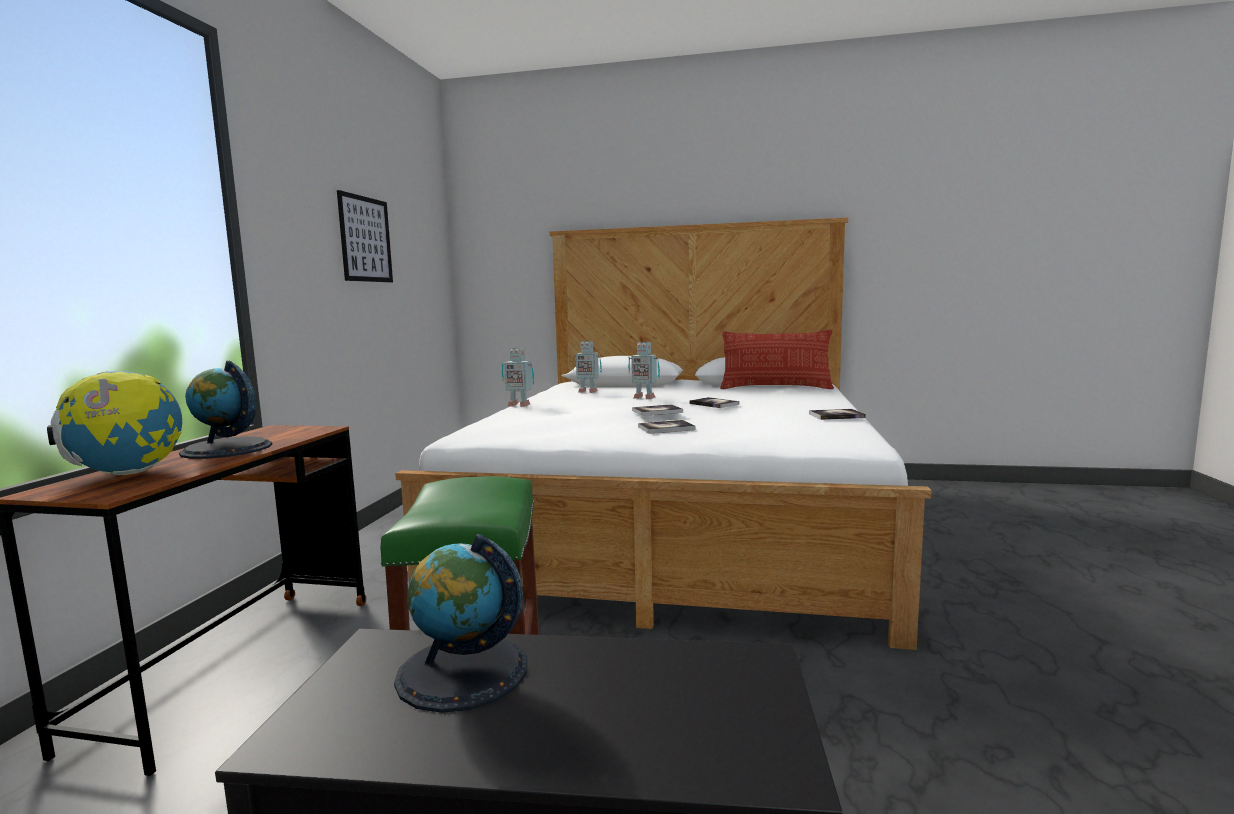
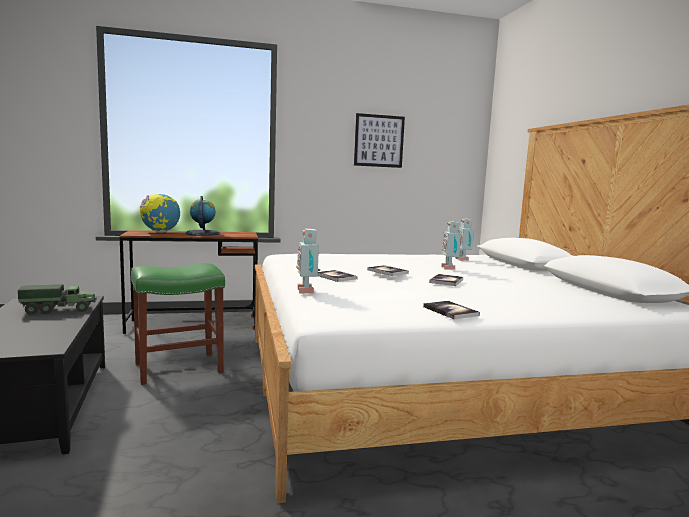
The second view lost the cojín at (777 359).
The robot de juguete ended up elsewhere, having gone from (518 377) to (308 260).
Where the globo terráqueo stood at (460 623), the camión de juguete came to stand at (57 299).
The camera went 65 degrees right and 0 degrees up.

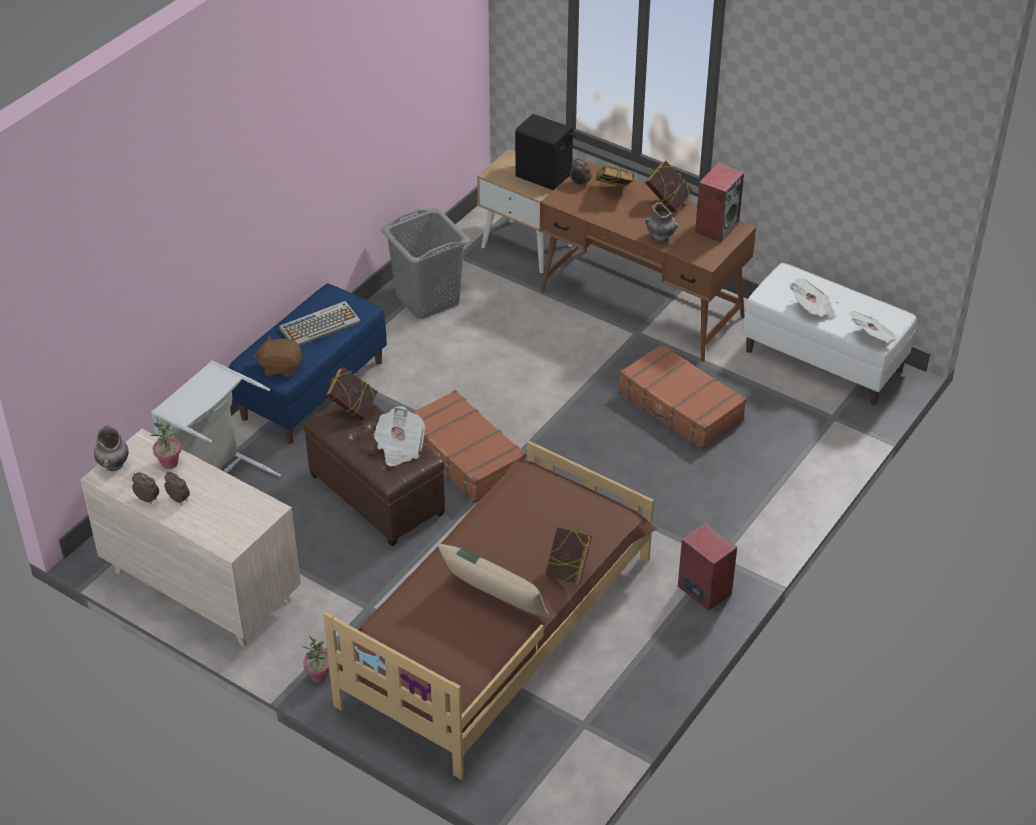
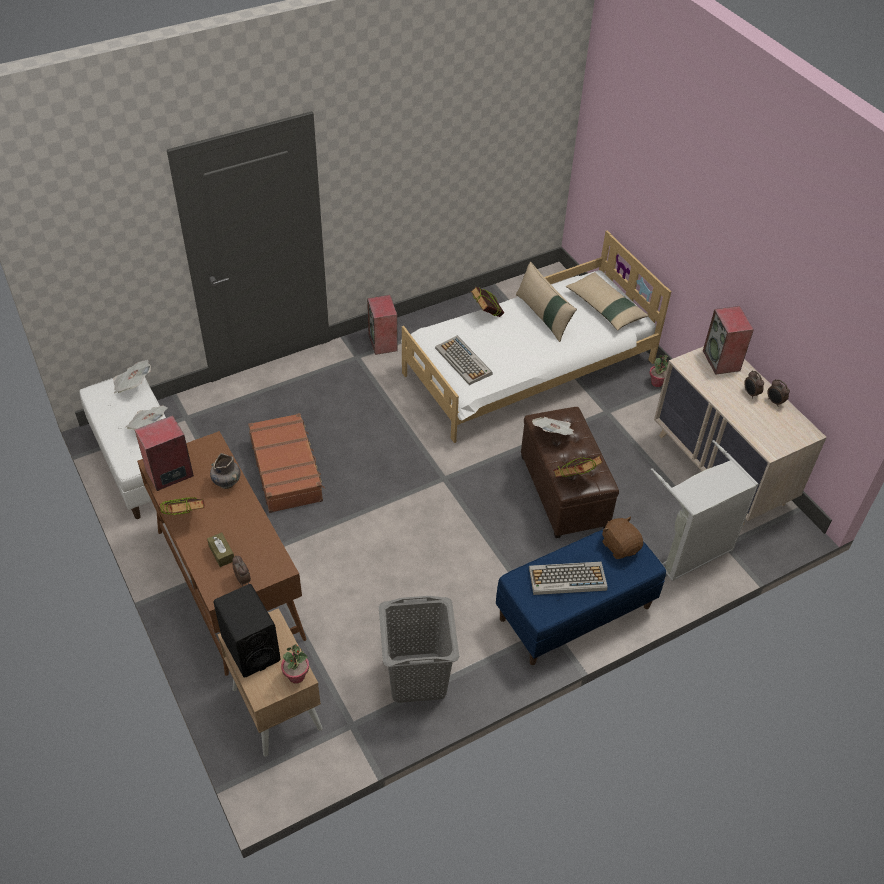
The second view lost the florero (gris) at (111 448).
The second view lost the maleta (marrón) at (469 446).
The second view gained the teclado at (463 360).
The second view gained the cojín (beis) at (607 301).
The second view gained the altavoz at (728 340).
The planta en maceta ended up elsewhere, having gone from (165 446) to (295 664).
Where the libro stood at (614 176), the caja de pañuelos (marrón) came to stand at (220 549).
What was the cama (marrón) at (490 610) turned into the cama (blanco) at (536 336).
The peluche (marrón) at (278 356) ended up facing another way, 150 degrees counterclockwise from before.
The camera went 155 degrees left and 5 degrees up.

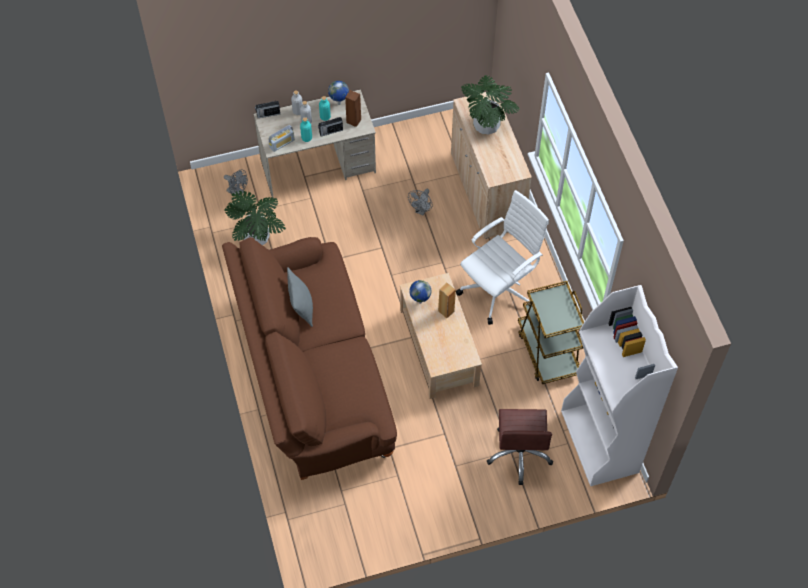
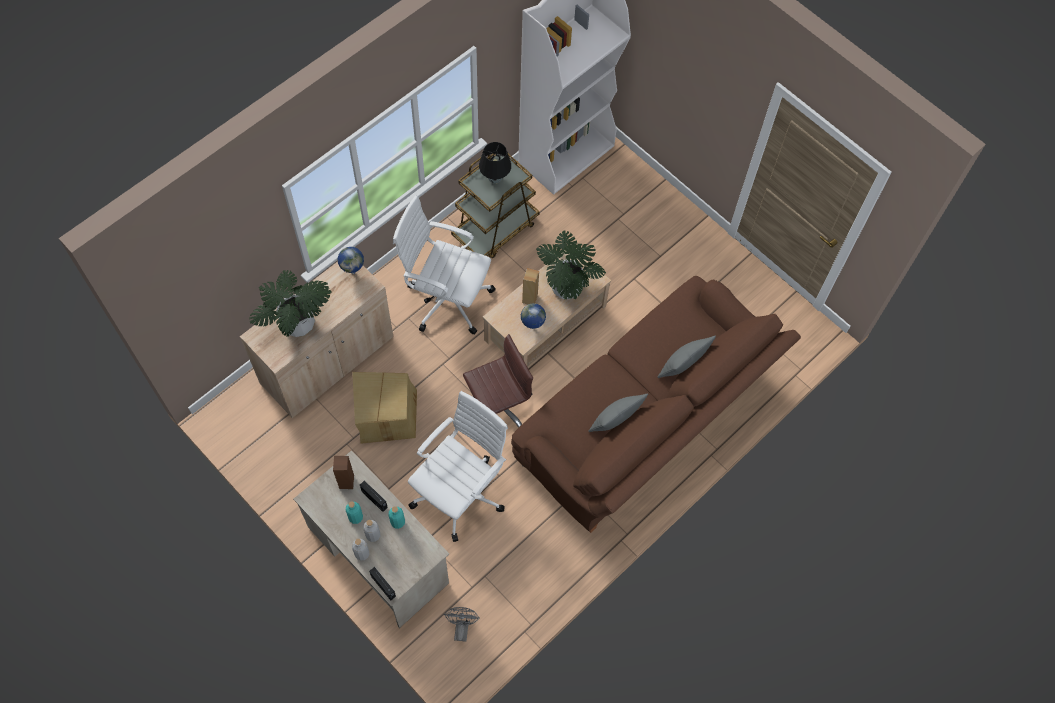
The second view lost the radio at (281 138).
The second view gained the silla de oficina (blanco) at (458 466).
The second view gained the lámpara de mesa (negro) at (495 163).
The second view gained the cojín (gris) at (687 357).
The planta en maceta ended up elsewhere, having gone from (255 218) to (571 265).
The globo terráqueo ended up elsewhere, having gone from (338 93) to (351 260).
The silla de oficina (marrón) ended up elsewhere, having gone from (520 447) to (498 381).
Where the ventilador (gris) stood at (420 202), the caja de cartón came to stand at (384 408).
The camera went 120 degrees left and 5 degrees up.

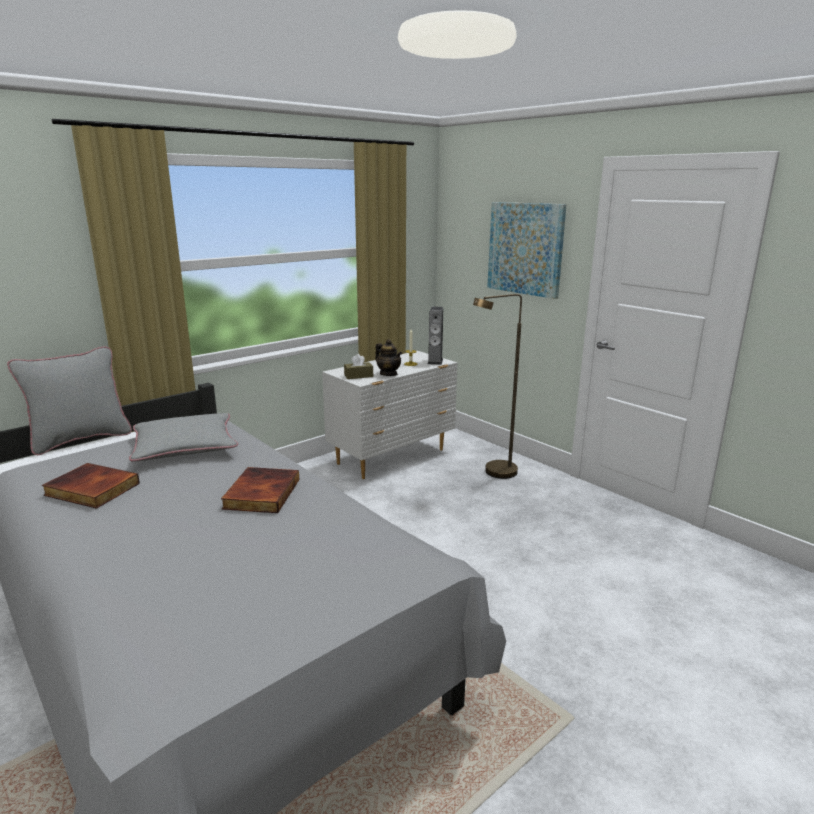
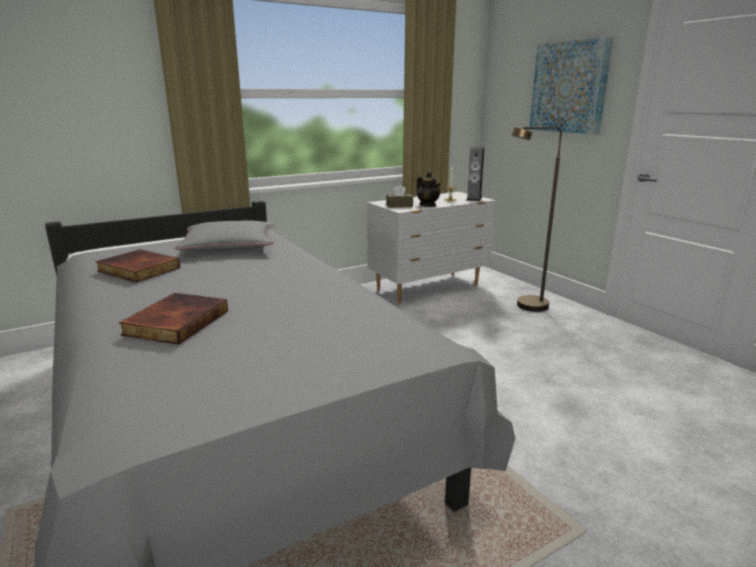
The second view lost the cojín (gris) at (69 400).
The libro ended up elsewhere, having gone from (260 490) to (173 318).
The camera went 10 degrees right and 0 degrees up.

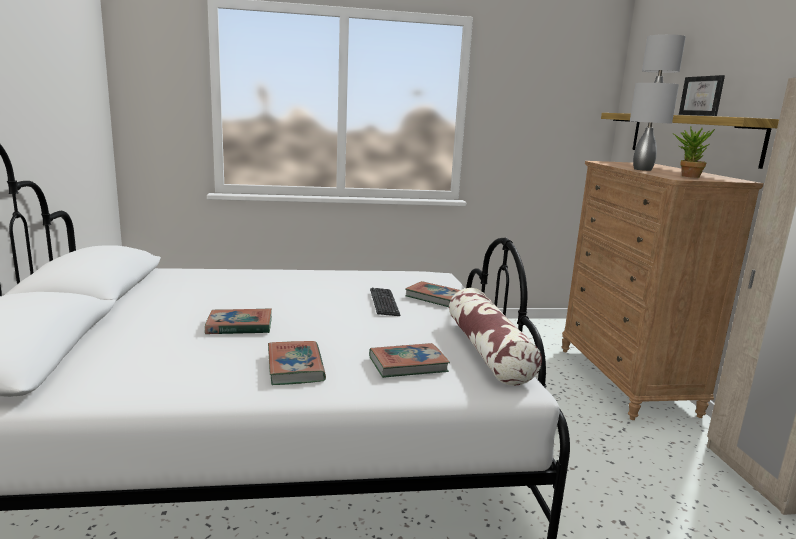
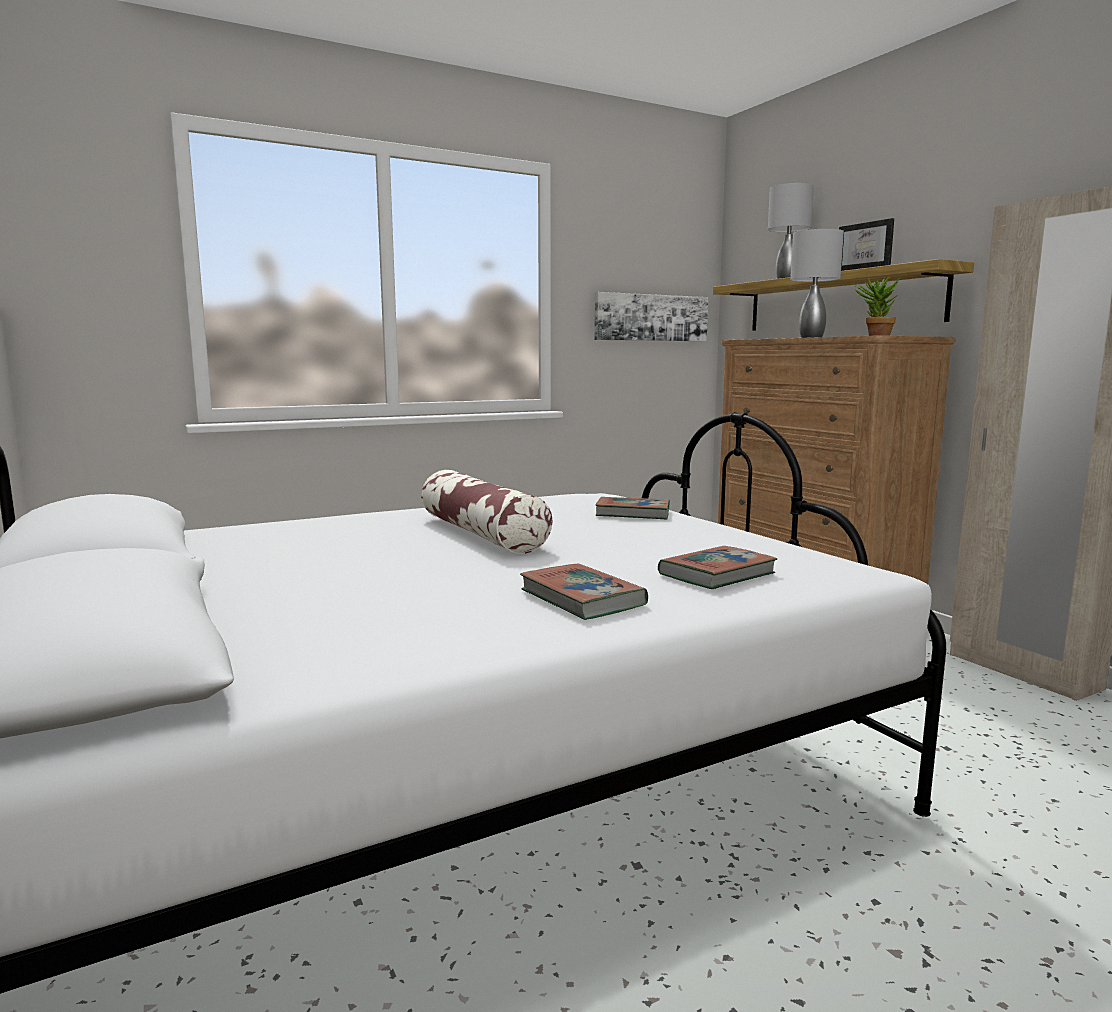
The second view lost the libro at (238 321).
The second view lost the teclado at (385 302).
The second view gained the cuadro at (651 316).
The cojín ended up elsewhere, having gone from (495 337) to (487 512).
The camera went 20 degrees left and 5 degrees down.

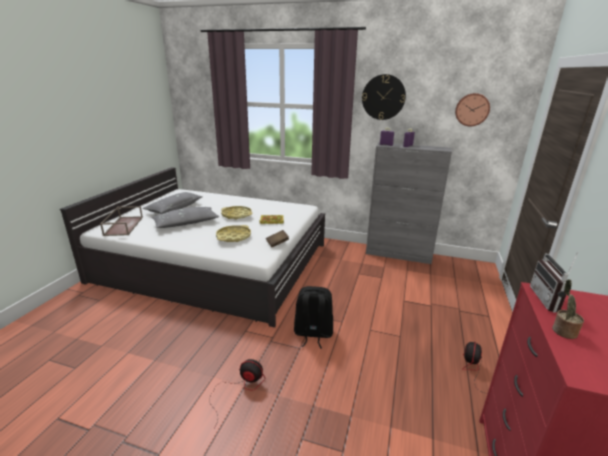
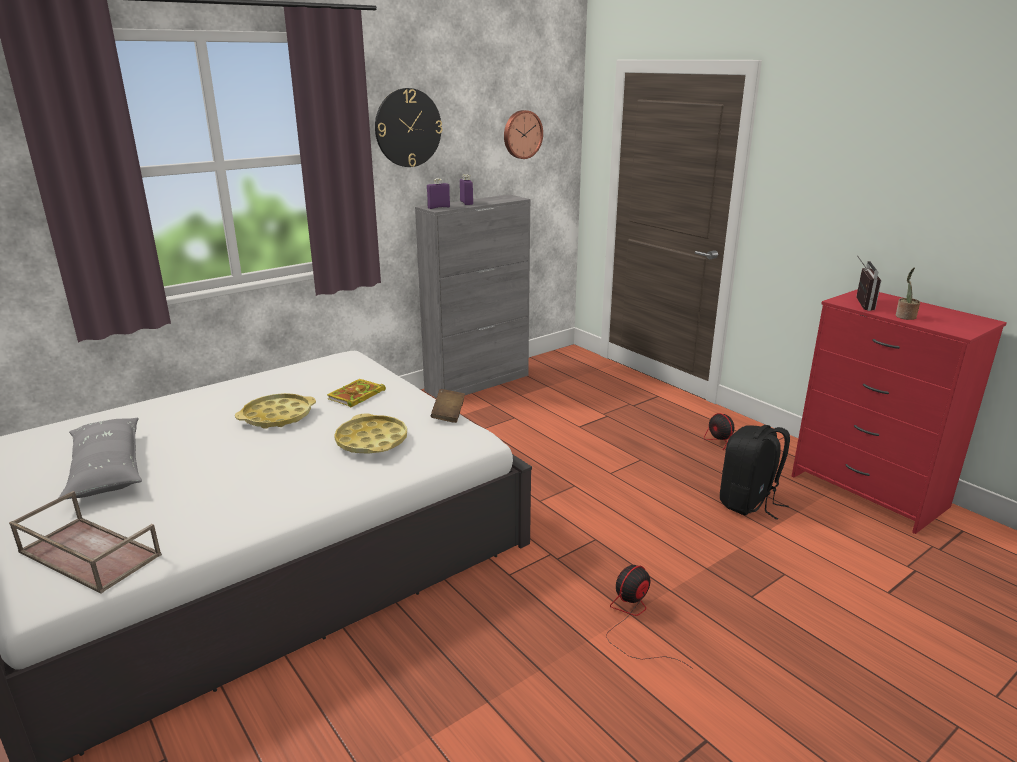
The second view lost the cojín (gris) at (185 217).
The mochila (negro) ended up elsewhere, having gone from (313 317) to (755 472).
The radio at (554 283) ended up facing another way, 120 degrees counterclockwise from before.
The camera went 55 degrees left and 0 degrees up.

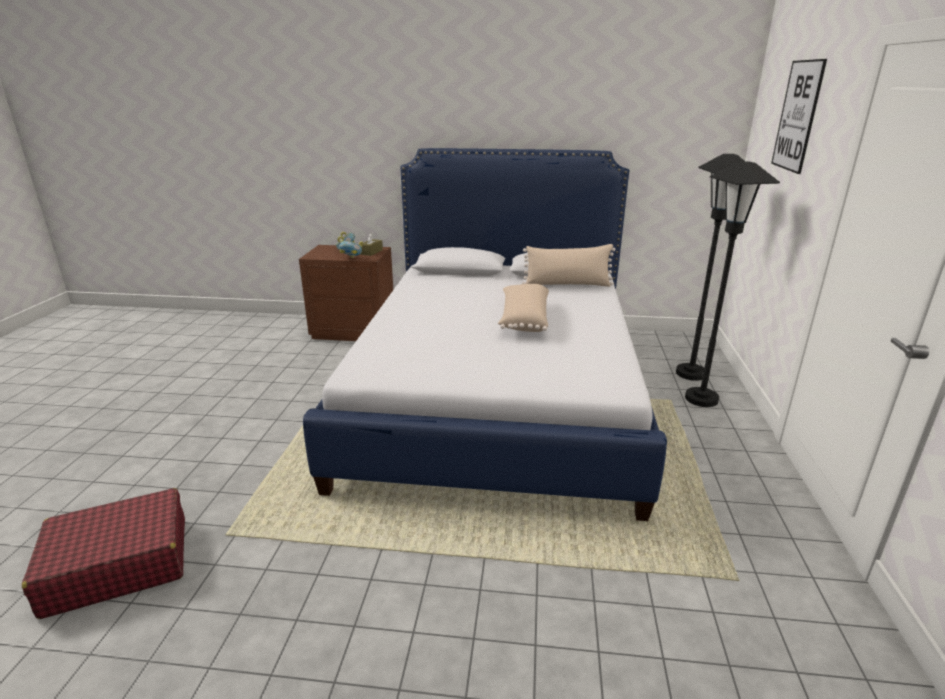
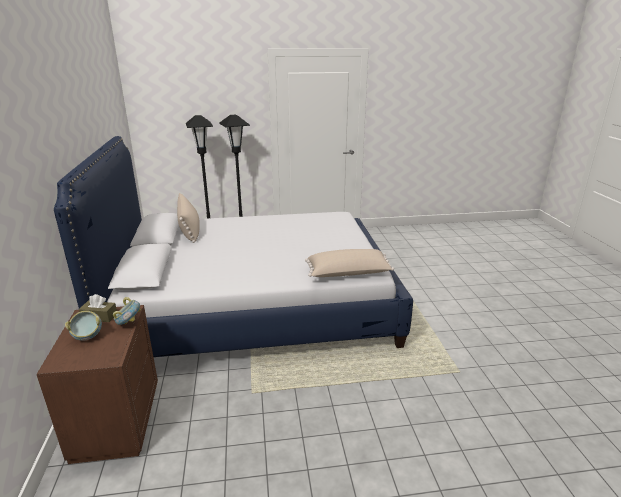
The second view lost the maleta (rojo) at (103 553).
The second view lost the cuadro at (799 116).
The cojín (beis) ended up elsewhere, having gone from (523 308) to (349 263).
The camera went 105 degrees left and 0 degrees up.

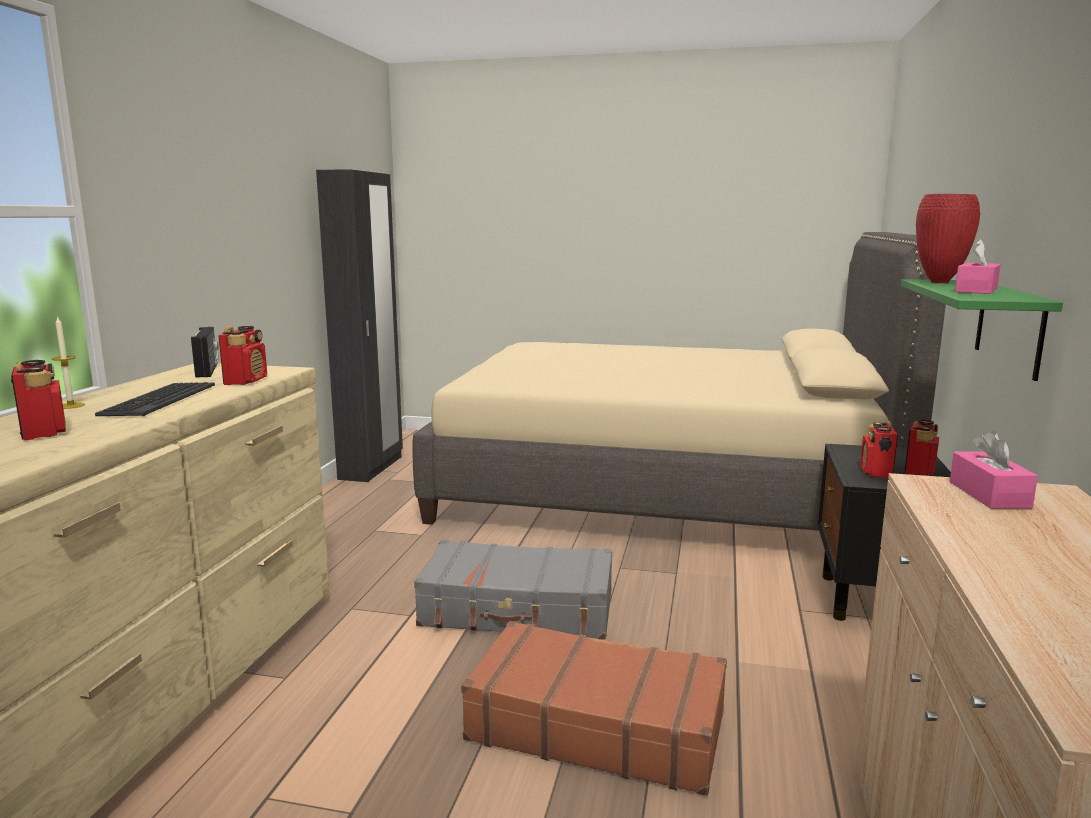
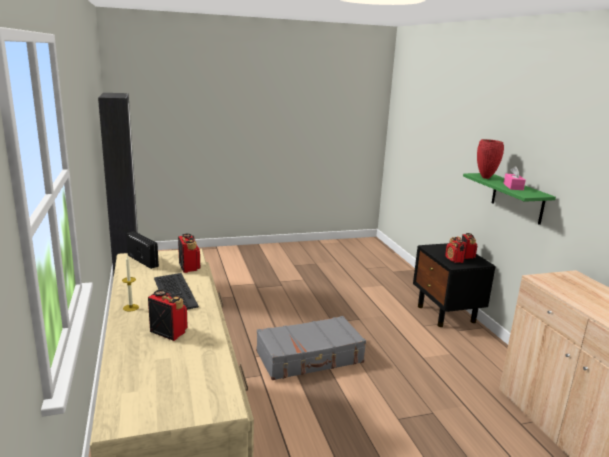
The second view lost the cama (beis) at (679 381).
The second view lost the maleta (marrón) at (594 708).
The second view lost the caja de pañuelos (rosa) at (994 470).
The camera went 30 degrees left and 5 degrees up.

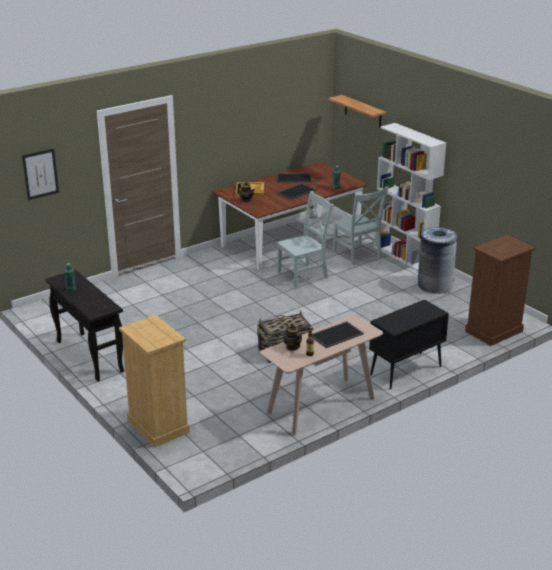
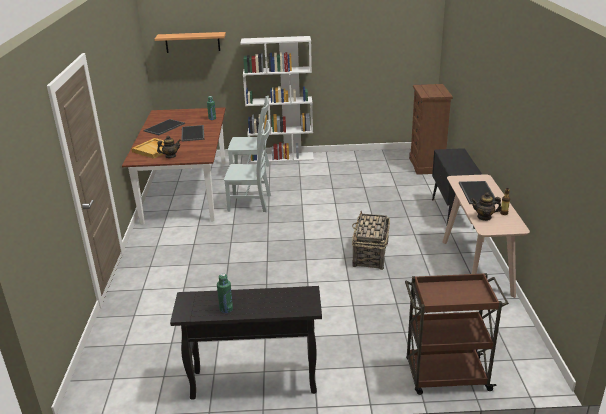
The second view lost the cuadro at (40 174).
The second view lost the papelera (gris) at (437 261).
Where the cómoda (beis) stood at (154 381), the carrito (marrón) came to stand at (457 334).
The silla (gris) at (305 239) ended up facing another way, 90 degrees clockwise from before.
The camera went 55 degrees left and 0 degrees up.

